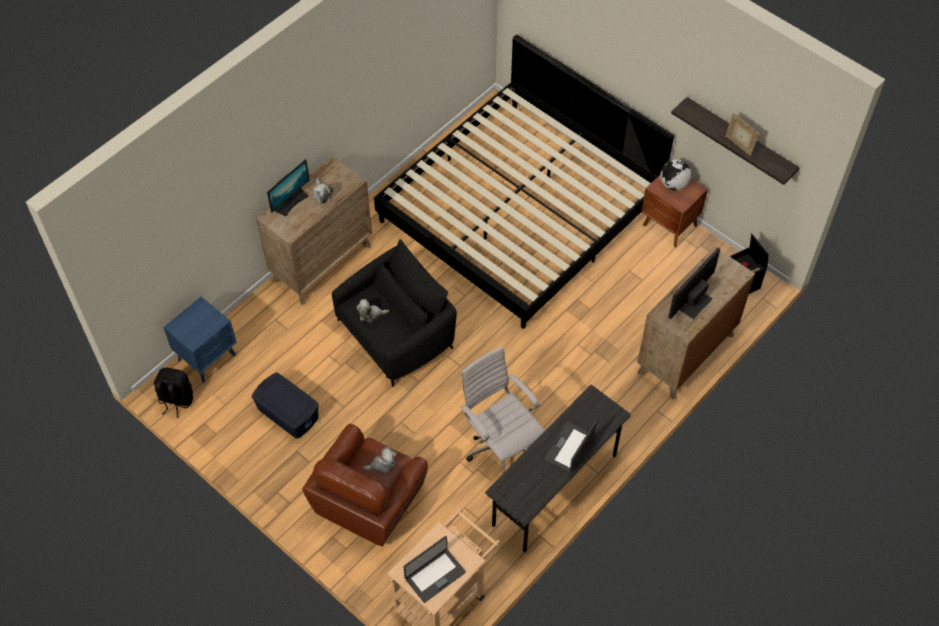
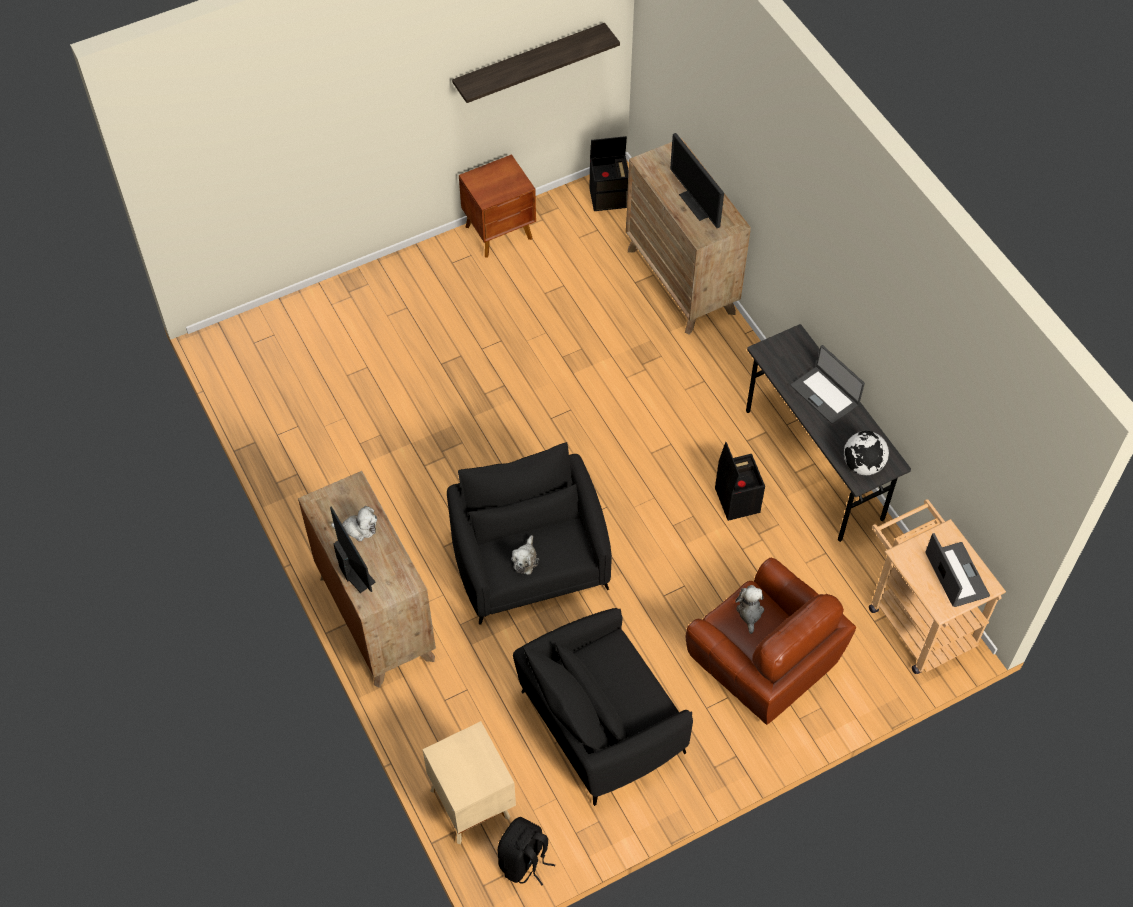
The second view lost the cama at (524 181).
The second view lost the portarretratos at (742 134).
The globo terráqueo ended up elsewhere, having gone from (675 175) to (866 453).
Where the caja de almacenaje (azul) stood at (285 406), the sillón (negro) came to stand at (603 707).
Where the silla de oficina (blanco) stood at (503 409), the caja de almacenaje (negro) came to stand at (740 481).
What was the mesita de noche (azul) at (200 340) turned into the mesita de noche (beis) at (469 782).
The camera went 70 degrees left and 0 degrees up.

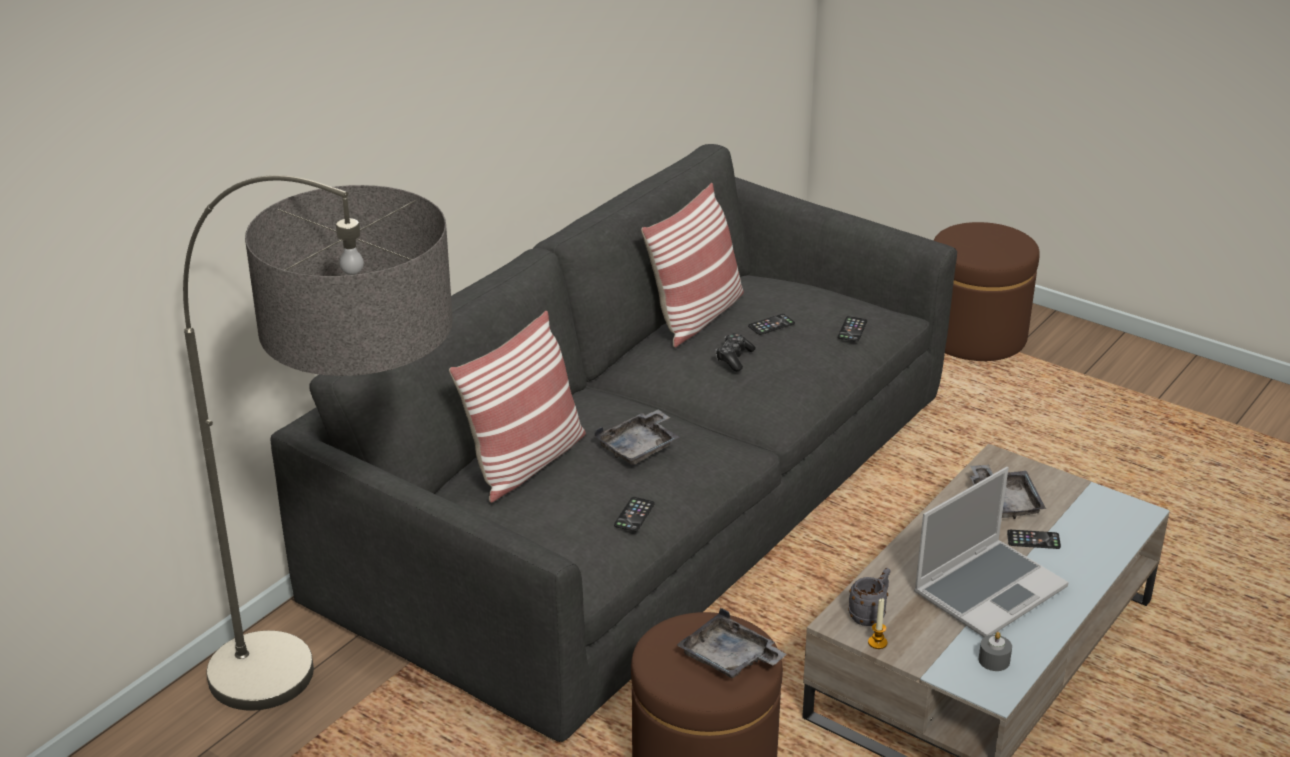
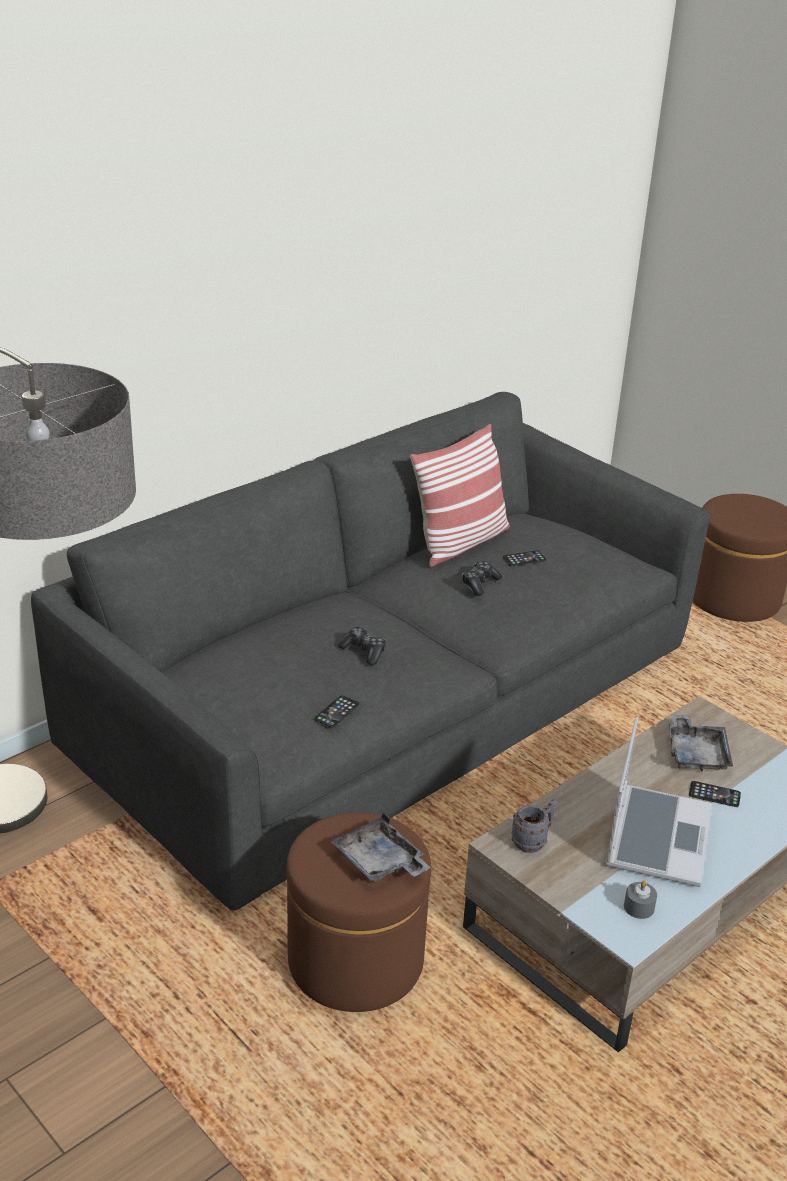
The second view lost the cojín at (517 407).
The second view lost the móvil at (852 329).
The second view lost the vela at (877 623).
Where the bandeja (gris) stood at (636 437), the mando de consola came to stand at (362 646).
The portátil at (991 552) ended up facing another way, 45 degrees counterclockwise from before.
The camera went 10 degrees right and 0 degrees up.

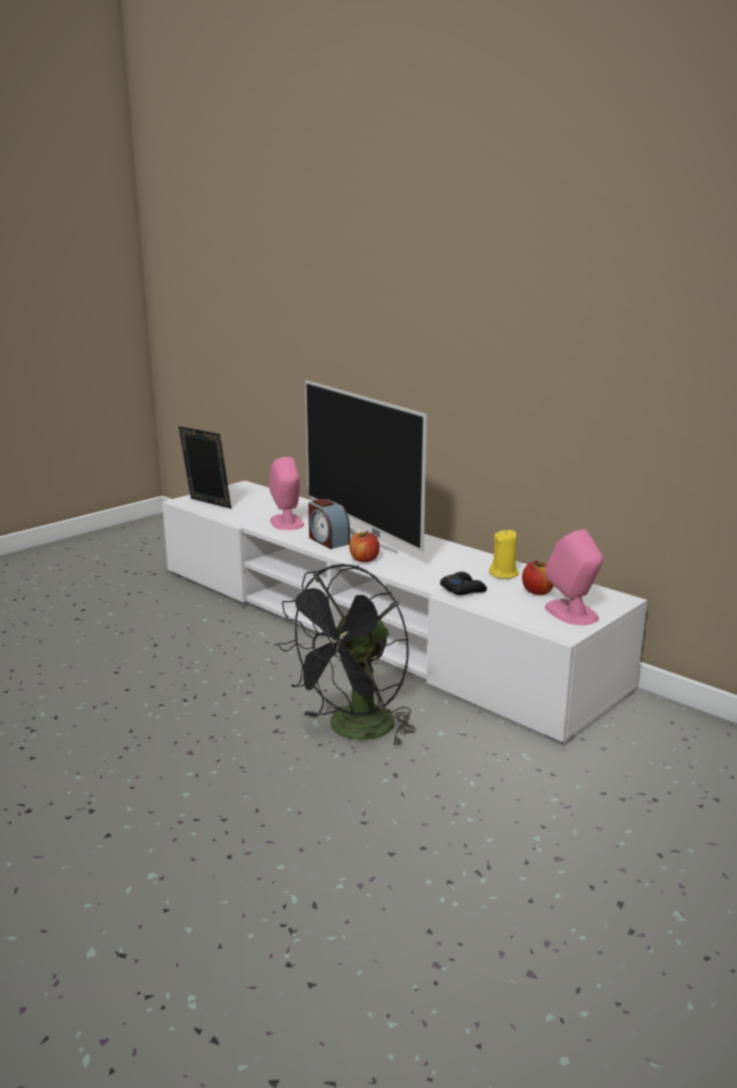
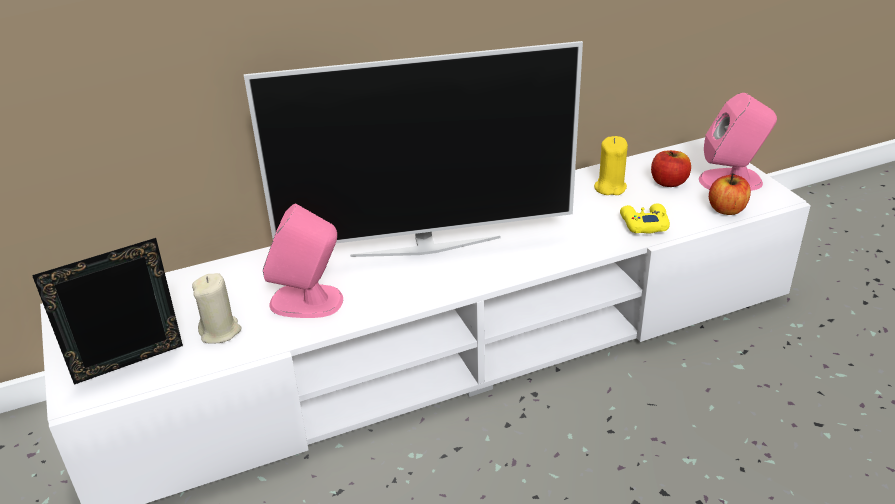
The second view lost the ventilador (negro) at (346 655).
The second view lost the despertador at (329 524).
The second view gained the vela (beis) at (216 308).
The manzana ended up elsewhere, having gone from (364 546) to (730 194).
What was the mando de consola (negro) at (463 583) turned into the mando de consola (amarillo) at (645 218).
The camera went 65 degrees left and 15 degrees up.

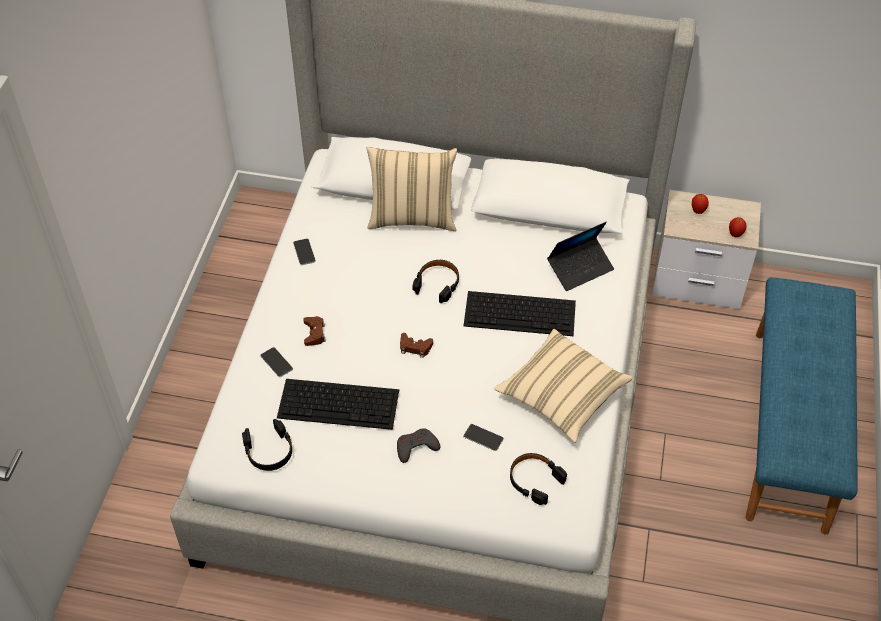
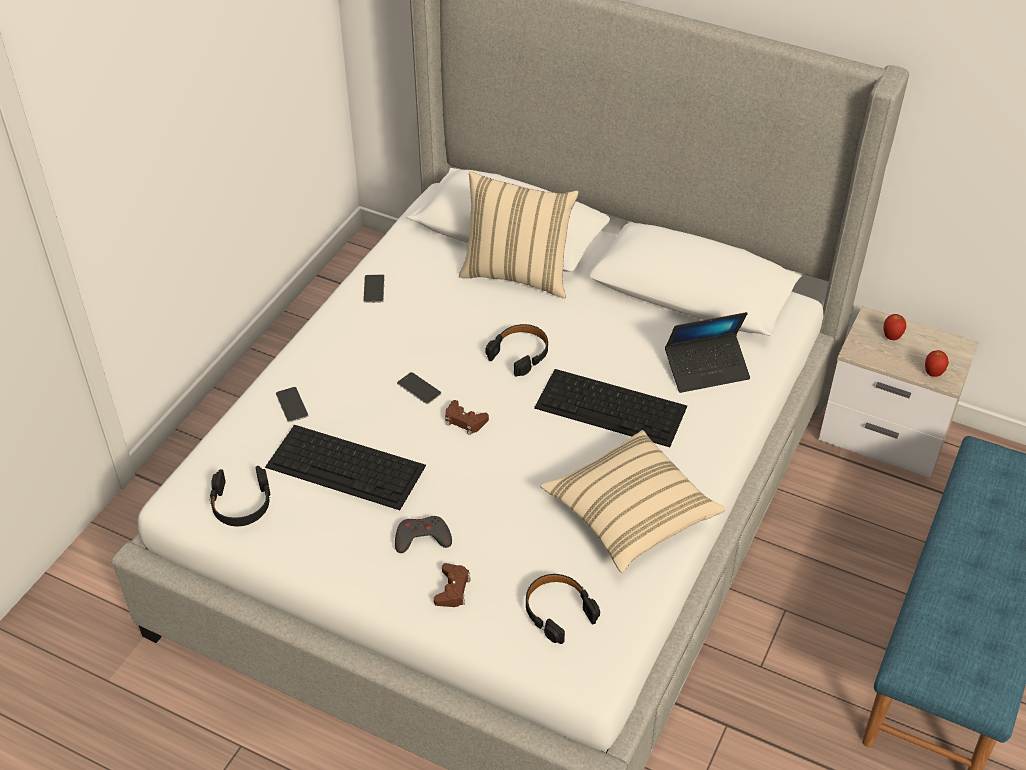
The mando de consola (marrón) ended up elsewhere, having gone from (314 331) to (452 585).
The móvil ended up elsewhere, having gone from (483 437) to (419 388).
The camera went 15 degrees right and 5 degrees down.

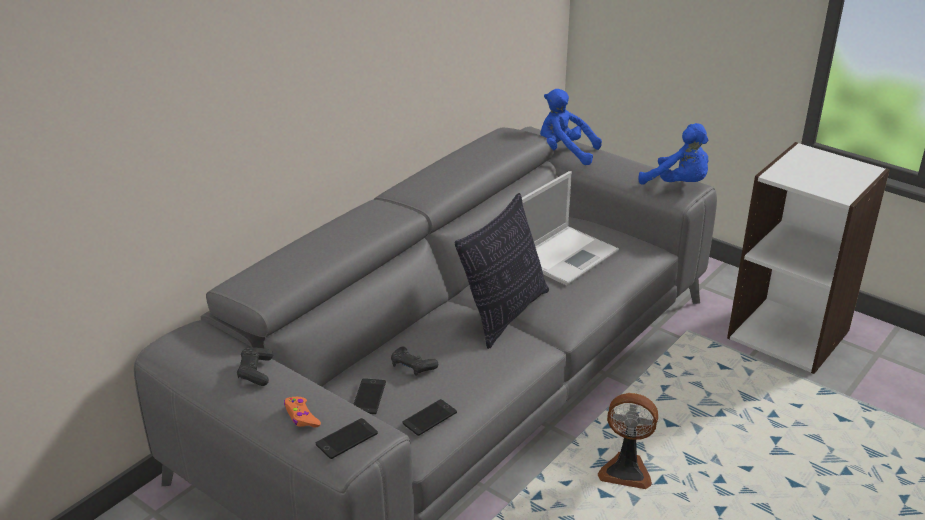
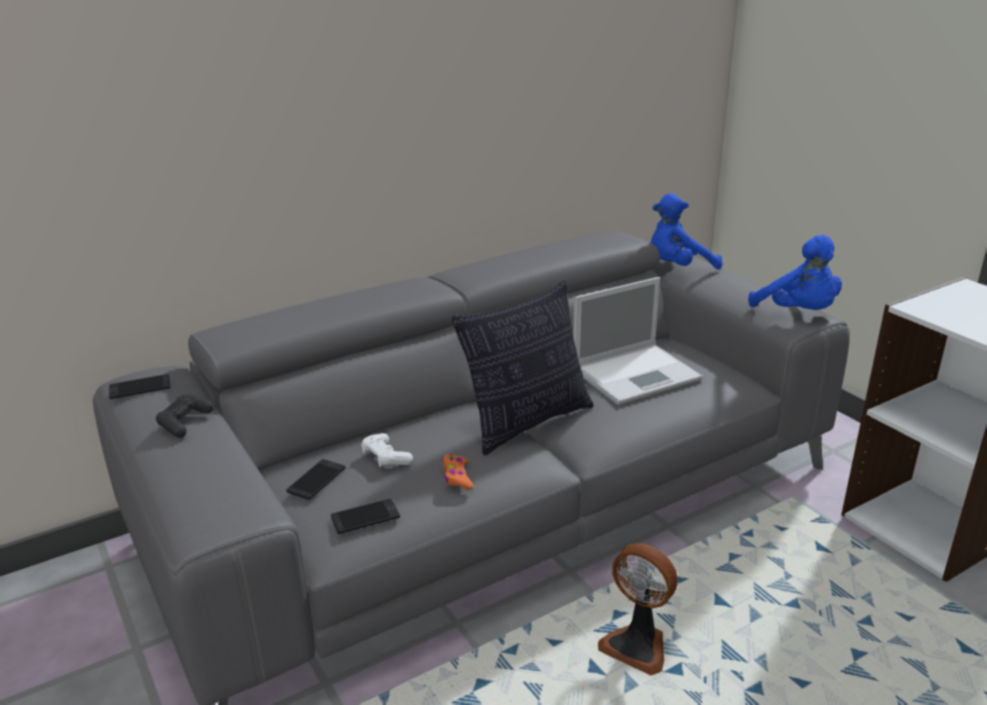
The mando de consola (naranja) ended up elsewhere, having gone from (302 412) to (457 472).
The móvil ended up elsewhere, having gone from (347 438) to (139 386).
What was the mando de consola (negro) at (414 361) turned into the mando de consola (blanco) at (387 450).
The peluche (azul) at (571 127) ended up facing another way, 60 degrees counterclockwise from before.
The camera went 20 degrees right and 5 degrees down.

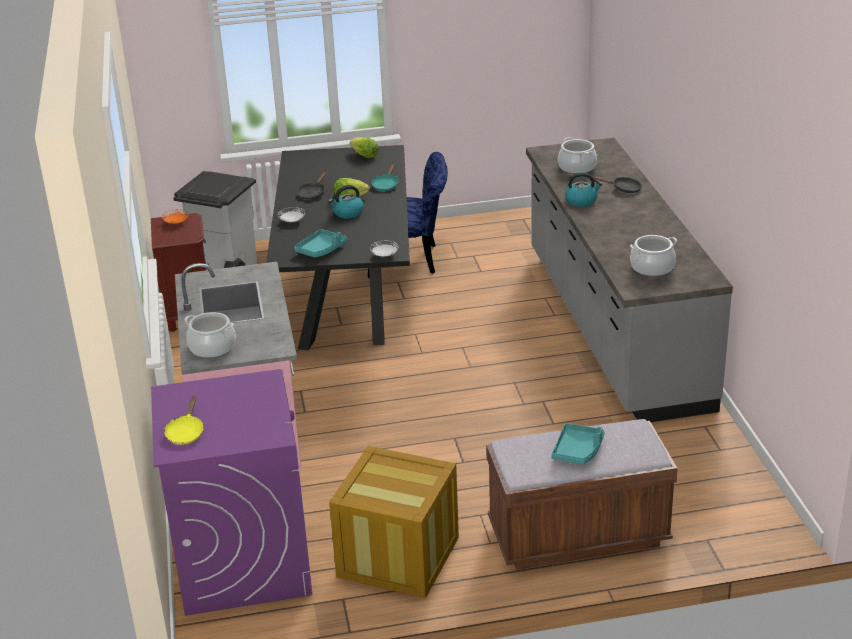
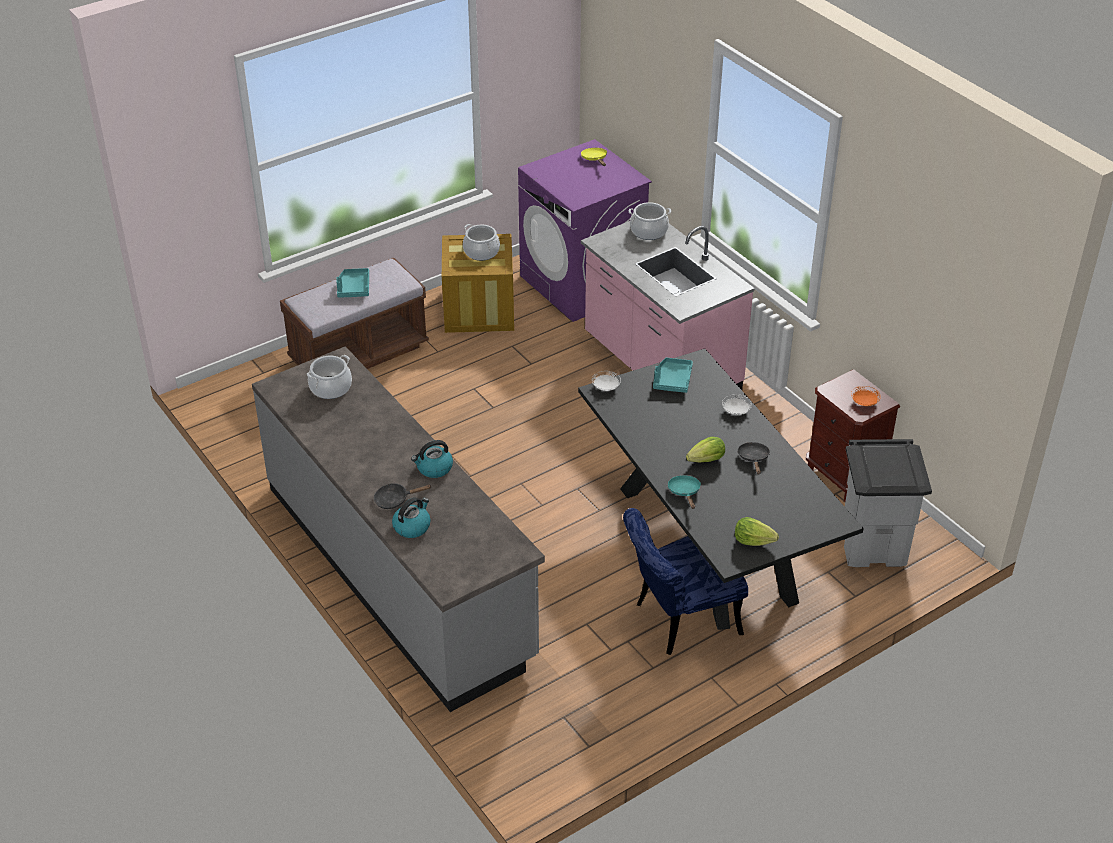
The hervidor ended up elsewhere, having gone from (346 201) to (411 517).
The olla ended up elsewhere, having gone from (577 155) to (481 242).
The camera went 155 degrees right and 10 degrees up.

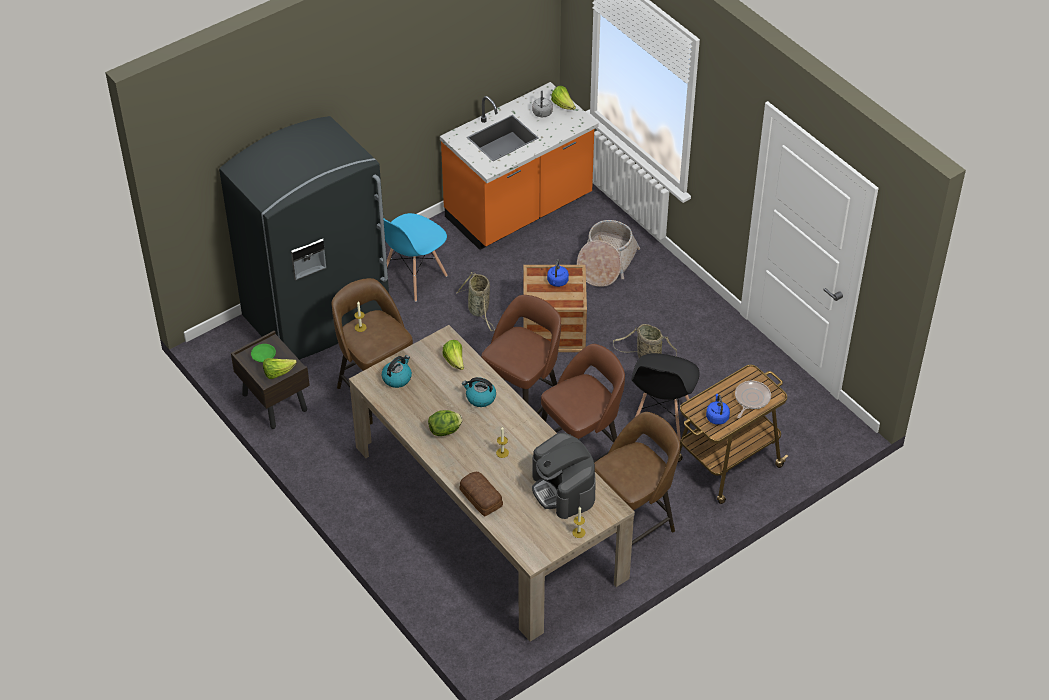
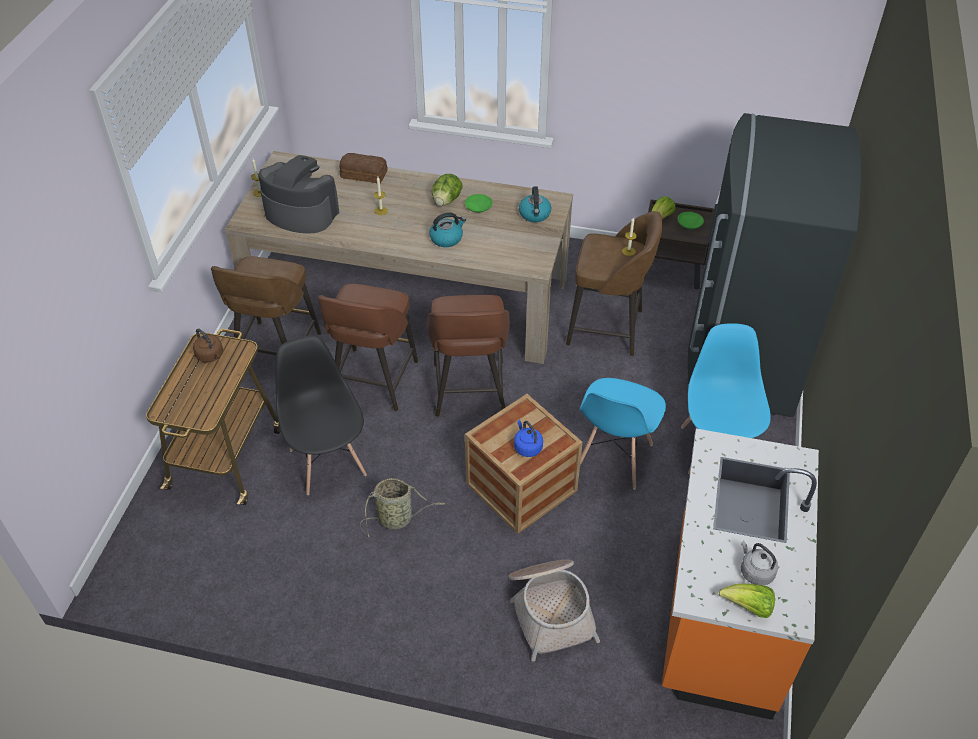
The second view lost the lechuga at (453 355).
The second view lost the sartén at (753 399).
The second view gained the plato (verde) at (479 203).
Where the cesta stood at (476 301), the silla (azul) came to stand at (623 434).
What was the hervidor (azul) at (718 409) turned into the hervidor (marrón) at (208 345).
The camera went 140 degrees right and 0 degrees up.

